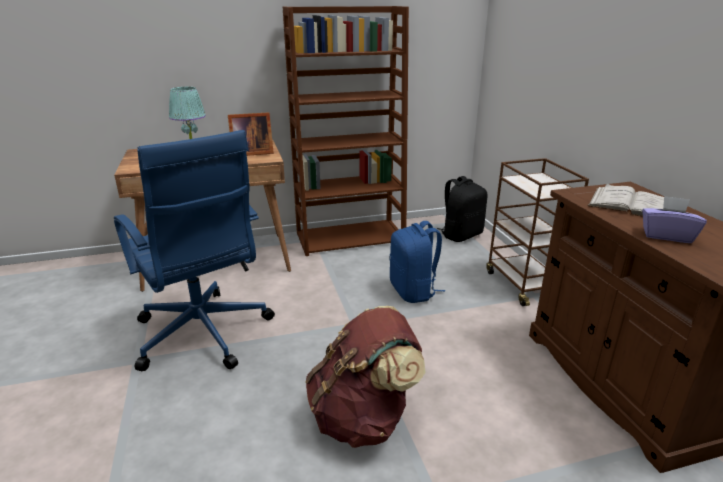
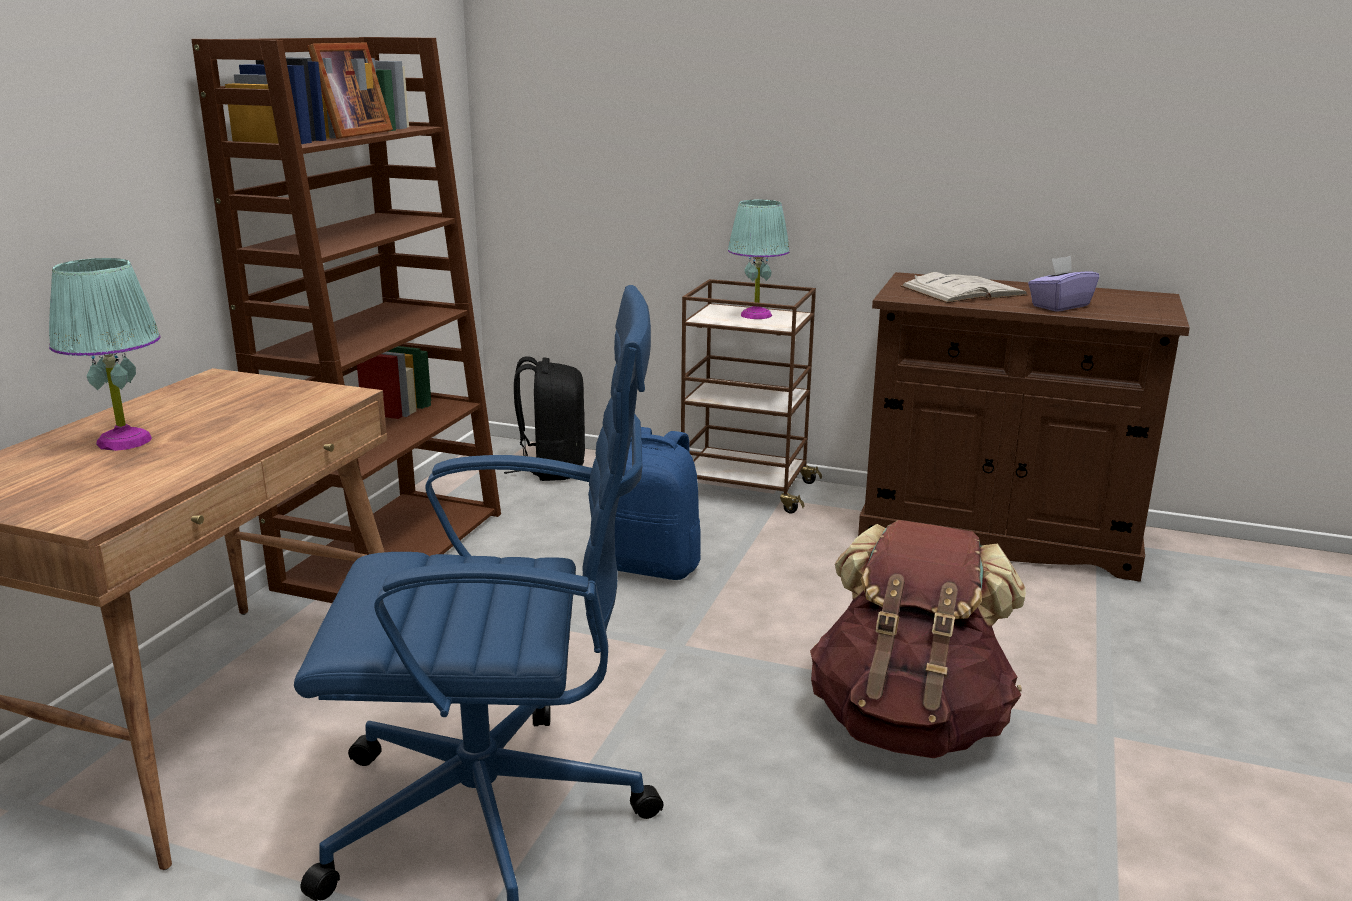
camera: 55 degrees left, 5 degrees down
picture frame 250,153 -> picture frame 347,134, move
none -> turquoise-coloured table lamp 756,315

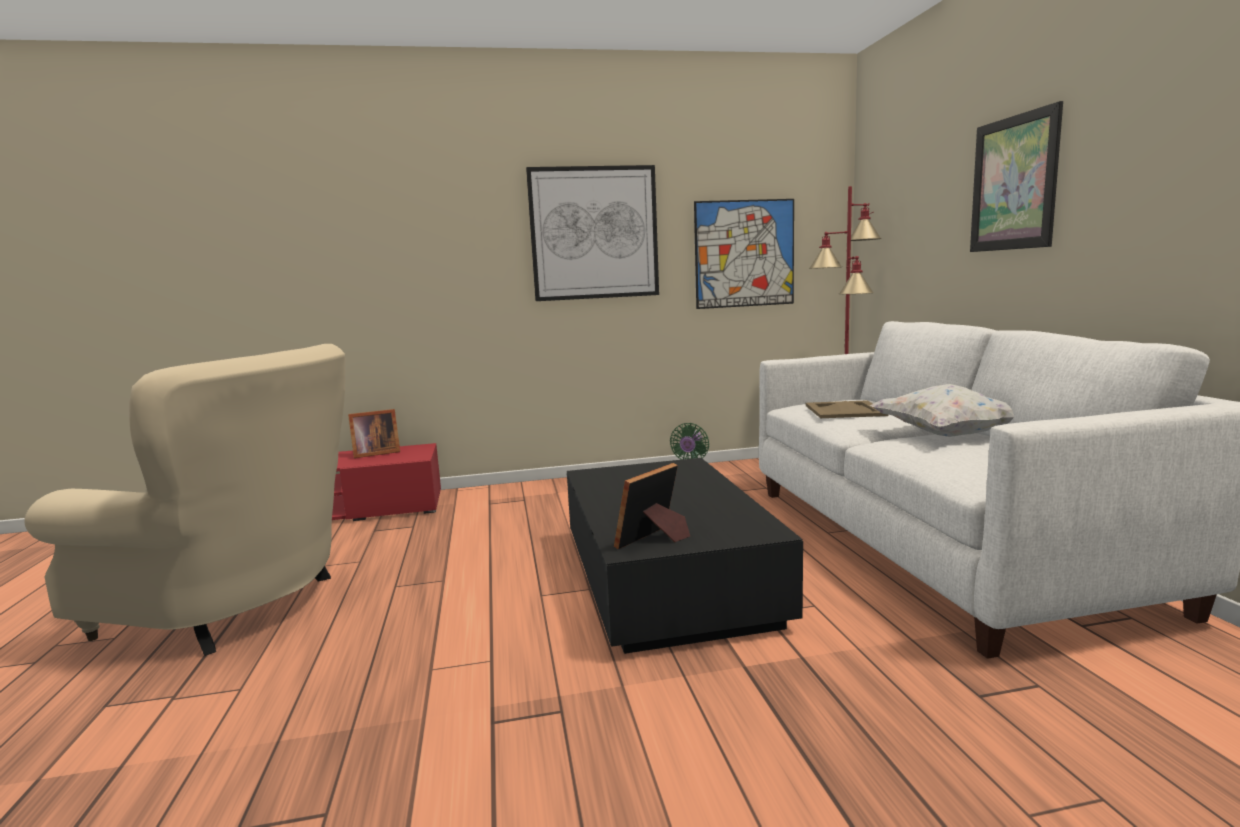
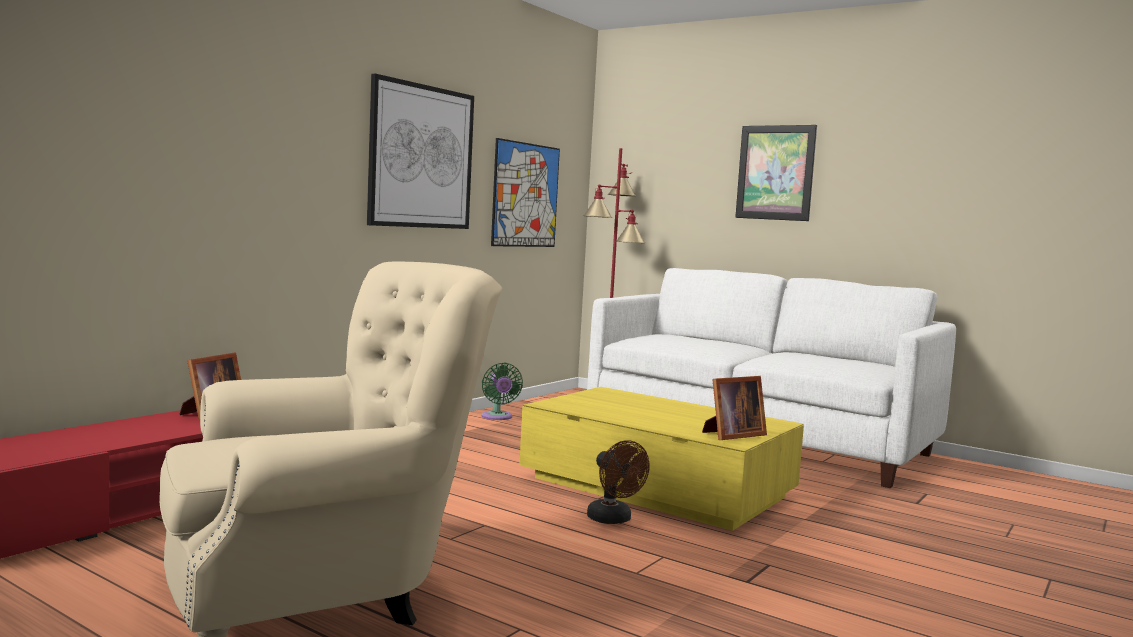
camera: 45 degrees left, 5 degrees down
black lounge table 667,579 -> yellow-coloured lounge table 657,488
none -> brownish fan 613,520
picture frame 654,540 -> picture frame 732,435, 120 degrees counterclockwise
beige carrying tray 845,410 -> none
whitish throw pillow 945,435 -> none

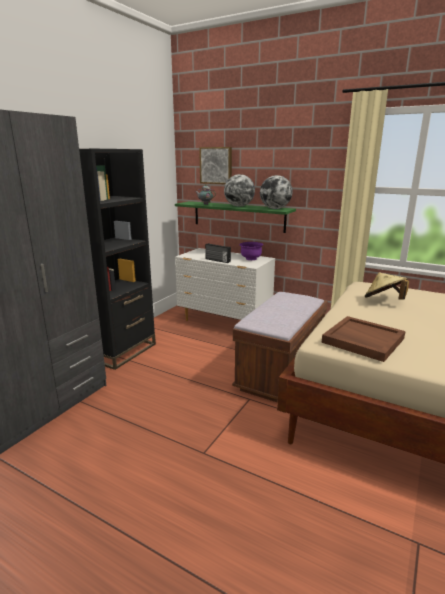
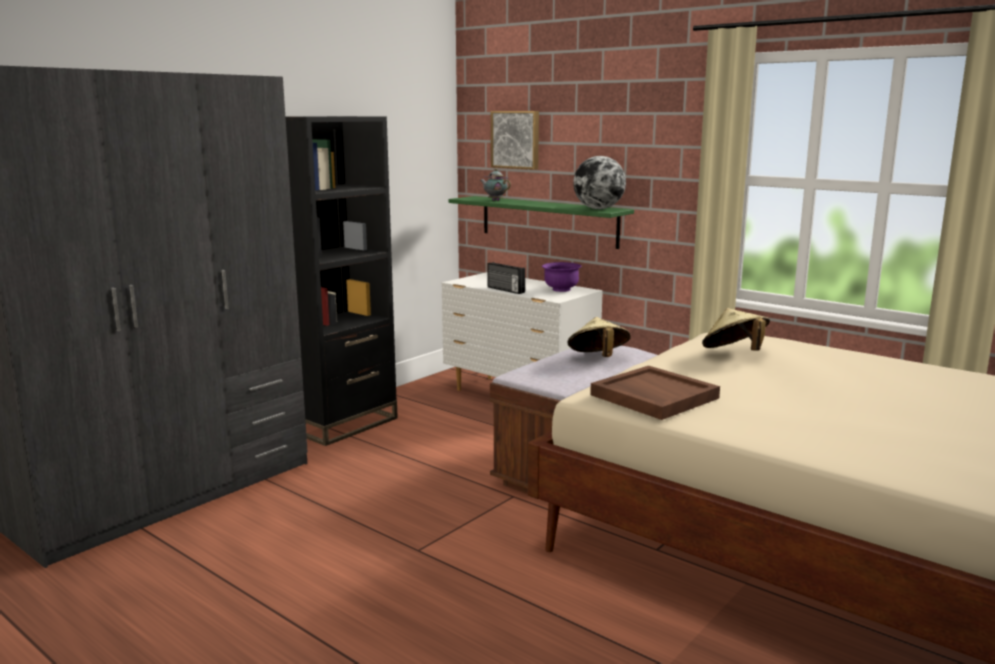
camera: 10 degrees right, 5 degrees down
none -> beige clothing hat 598,358
world globe 239,206 -> none

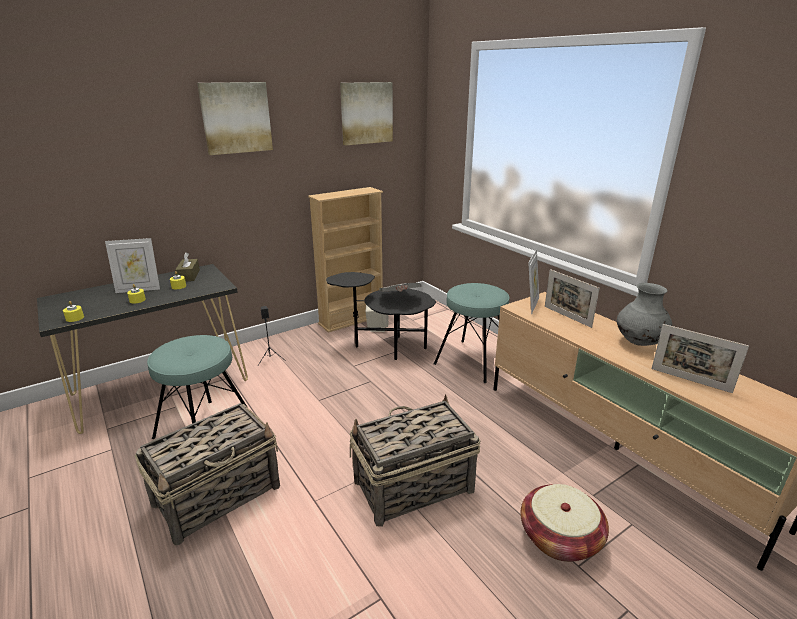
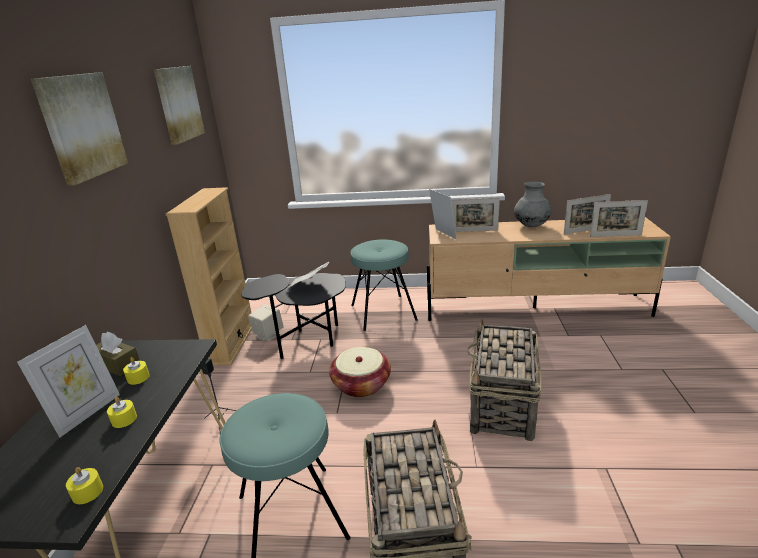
camera: 50 degrees left, 0 degrees up
household basket 560,537 -> household basket 361,384, move
none -> picture frame 615,235

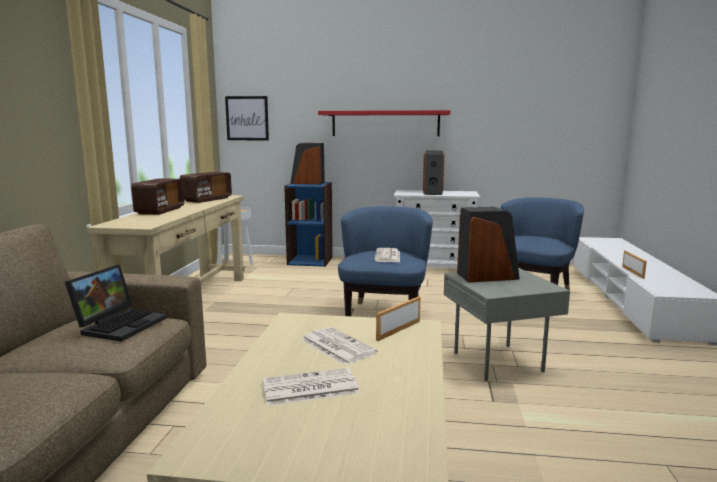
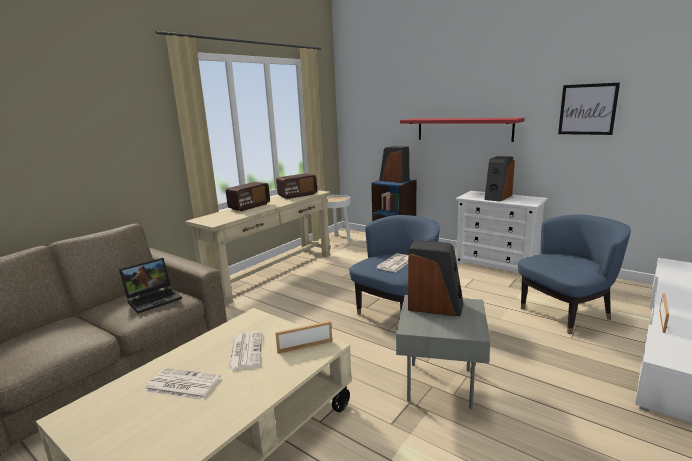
camera: 30 degrees right, 5 degrees up
wall picture 247,118 -> wall picture 587,109, move

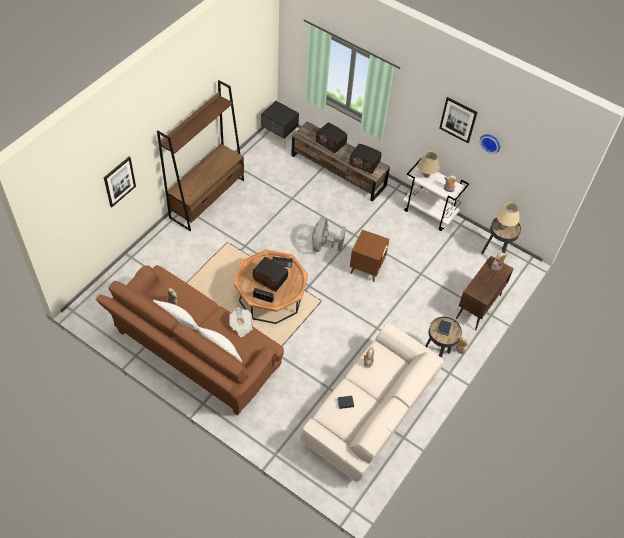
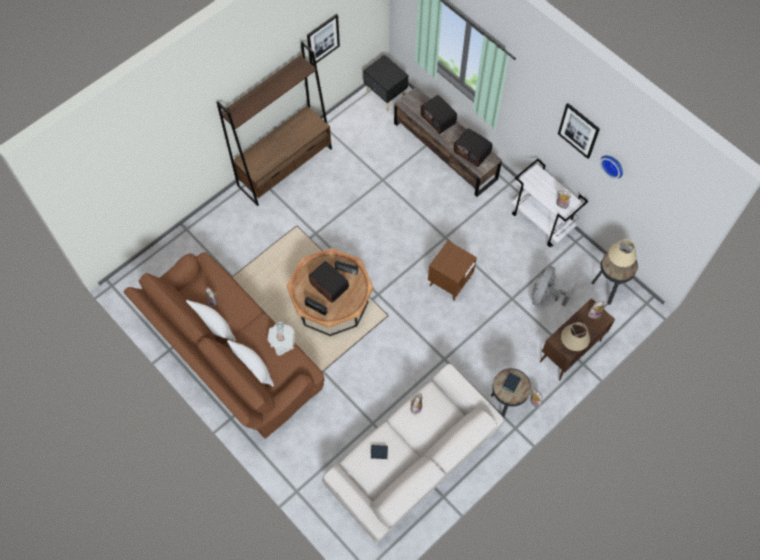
camera: 15 degrees right, 10 degrees up
wall picture 119,181 -> wall picture 323,39, move
grey fan 323,245 -> grey fan 546,295, move
beige table lamp 426,175 -> beige table lamp 572,344, move

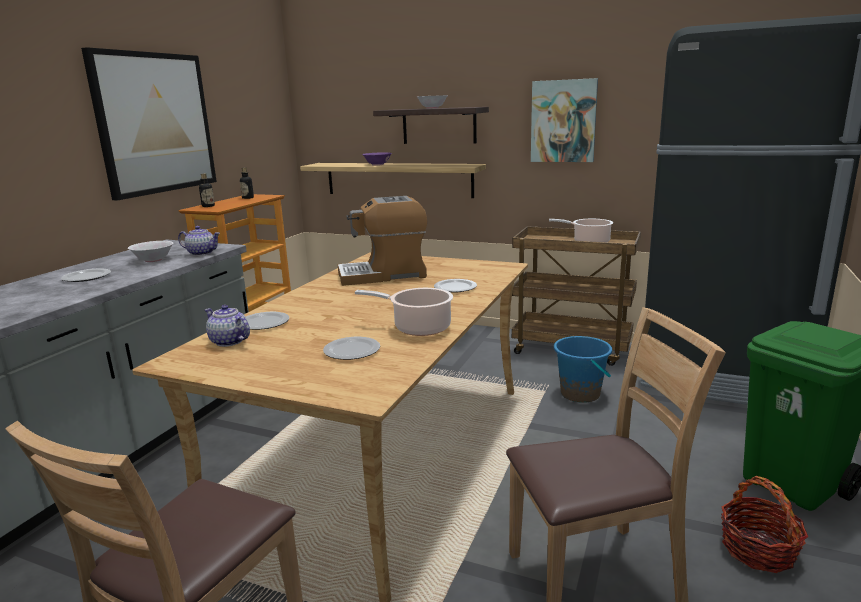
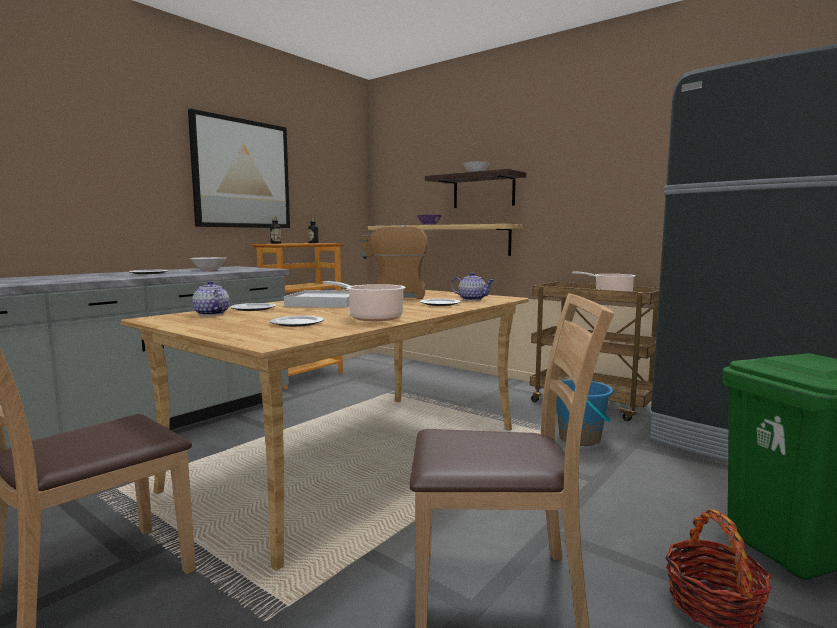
camera: 15 degrees right, 10 degrees down
none -> whitish carrying tray 325,303
teapot 201,253 -> teapot 472,299, move
wall picture 563,121 -> none

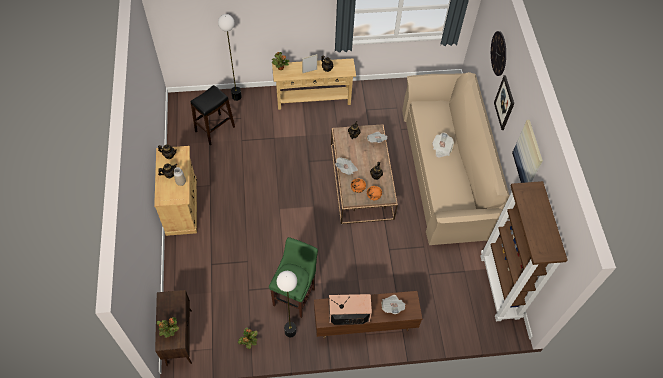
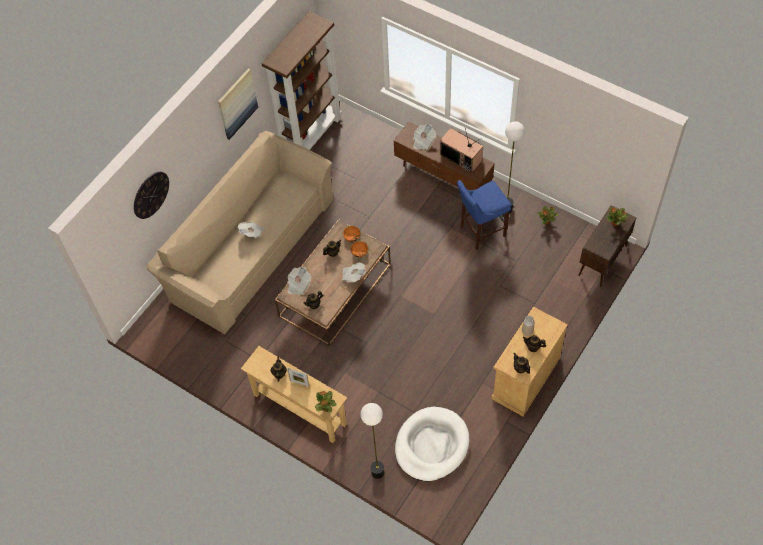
camera: 135 degrees left, 0 degrees up
black sitting stool 215,129 -> whitish dog bed 431,445
green-coloured sitting stool 295,295 -> blue sitting stool 480,232
wall picture 504,103 -> none

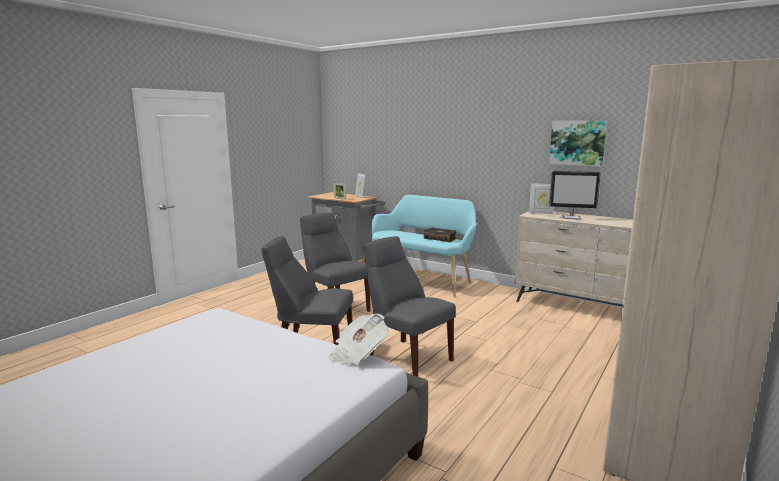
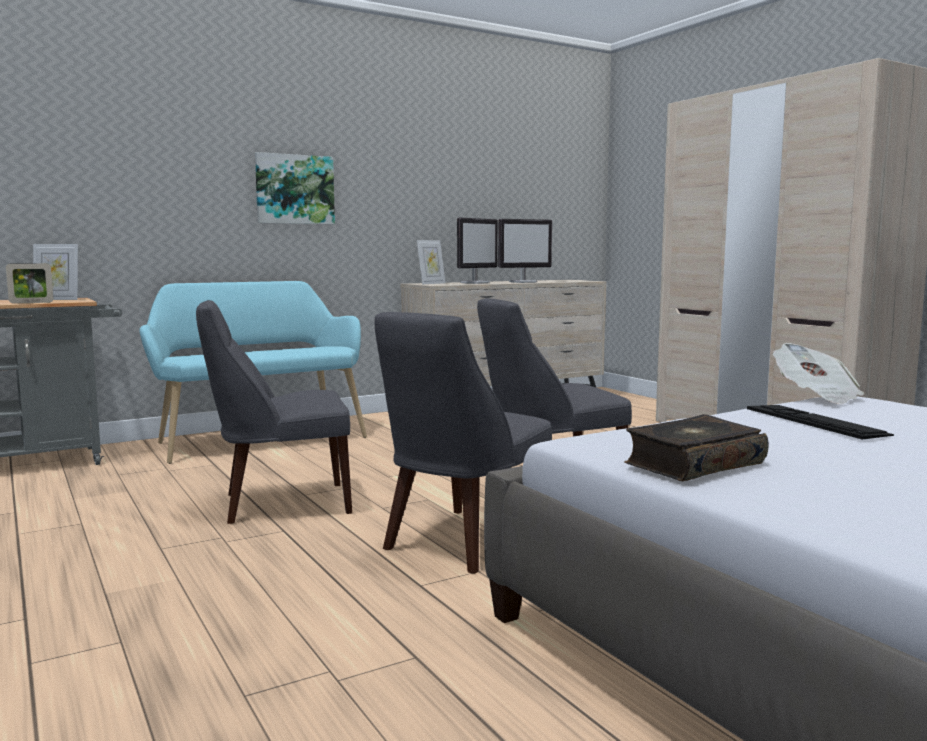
camera: 65 degrees left, 5 degrees down
wall picture 577,142 -> wall picture 294,189, move
none -> computer display 523,282
book 440,239 -> book 693,464, move
none -> PC keyboard 814,421

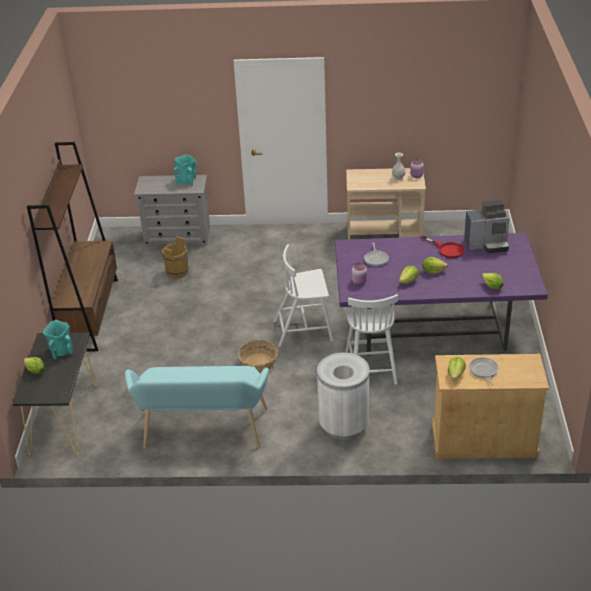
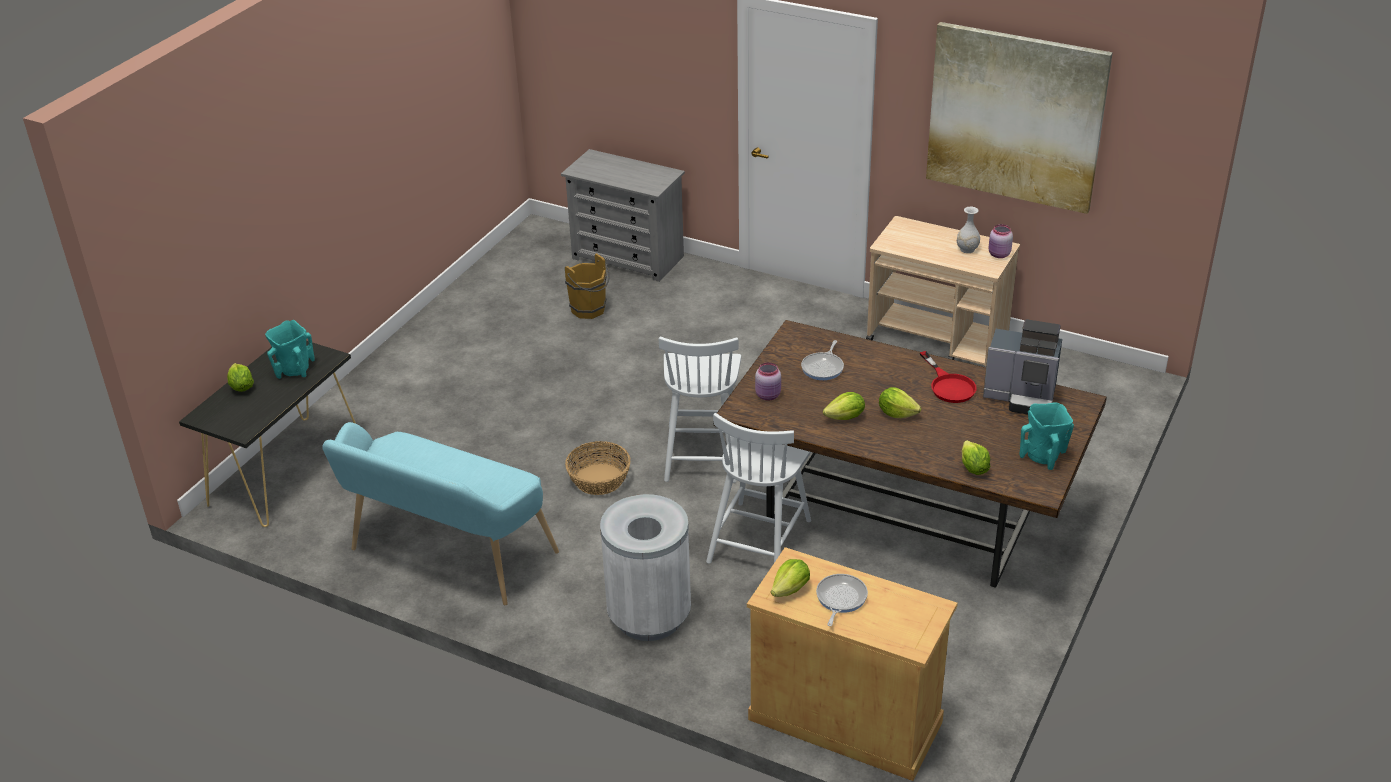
camera: 25 degrees right, 0 degrees up
whitish upright chair 304,330 -> whitish upright chair 702,452, 105 degrees counterclockwise
purplish kitchen table 434,328 -> brownish kitchen table 903,512
none -> wall picture 1015,117
turquoise-coloured flower vase 187,181 -> turquoise-coloured flower vase 1044,456, move
brownish shelving unit 90,314 -> none

